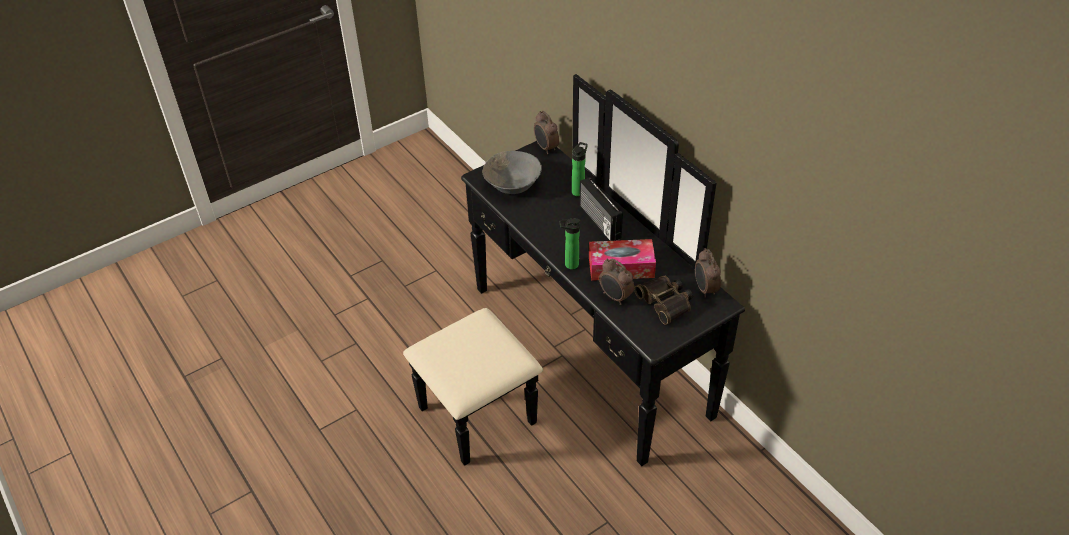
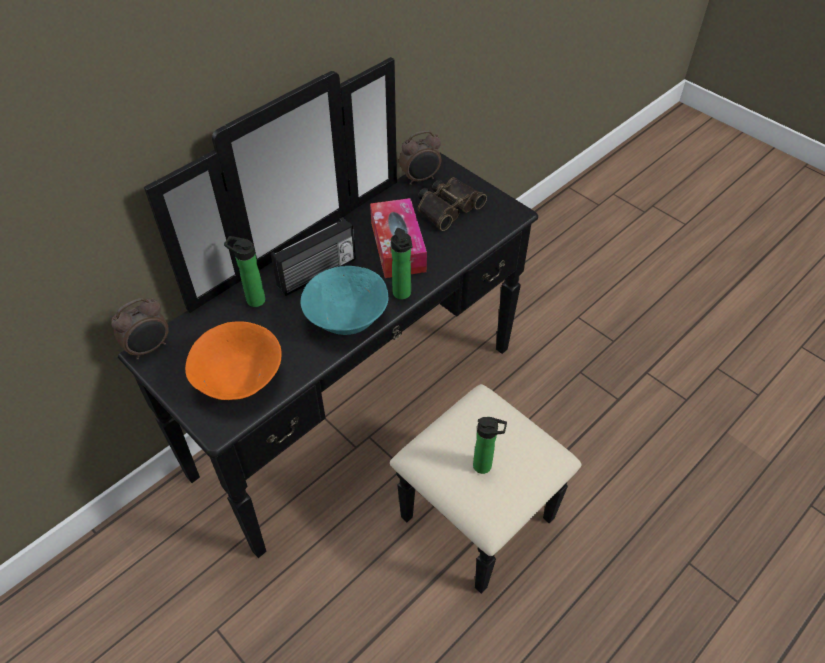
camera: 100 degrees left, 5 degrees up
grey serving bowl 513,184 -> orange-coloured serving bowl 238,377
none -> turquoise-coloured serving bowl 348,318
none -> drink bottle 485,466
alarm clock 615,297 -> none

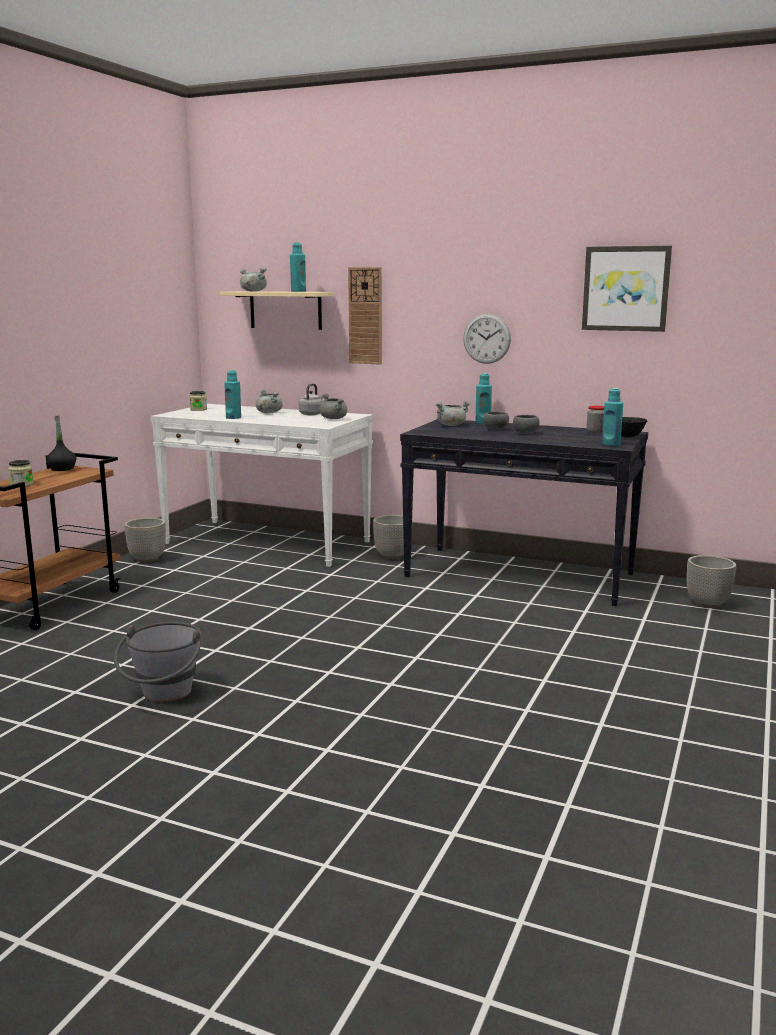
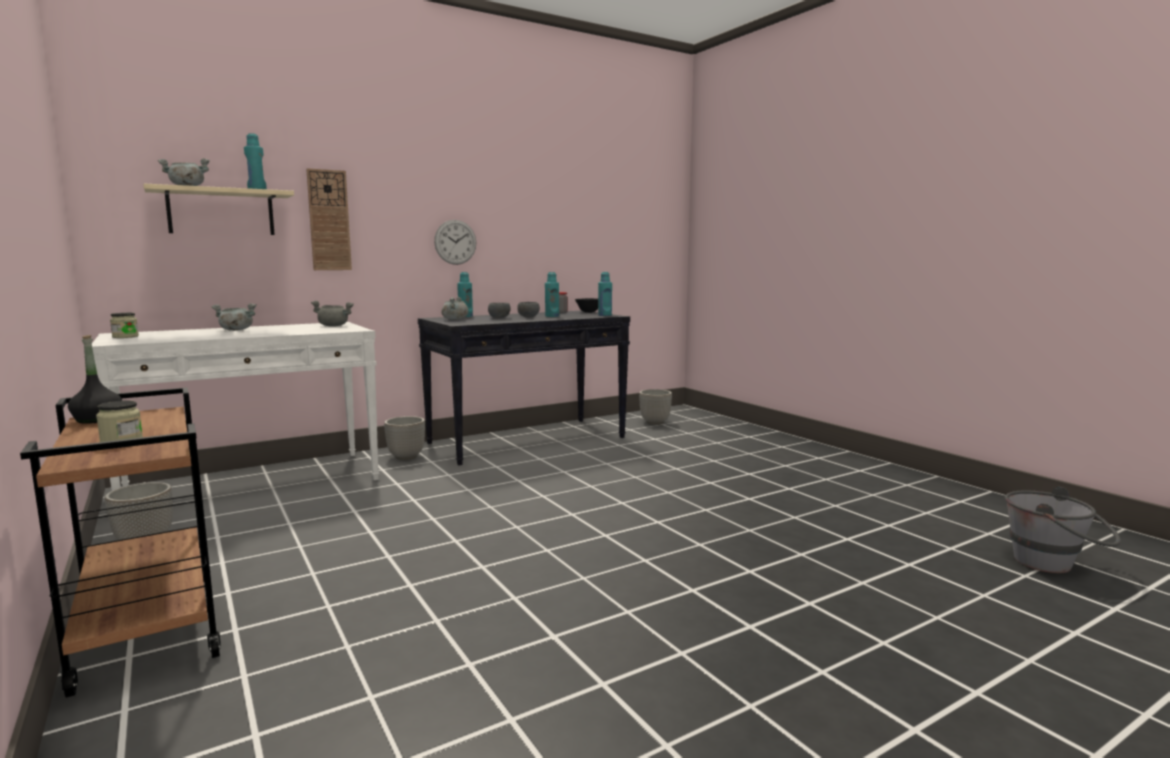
camera: 55 degrees left, 5 degrees down
turquoise-coloured drink bottle 233,418 -> turquoise-coloured drink bottle 552,316, move
grey pail 164,696 -> grey pail 1055,565, move
grey water kettle 312,414 -> none
wall picture 626,288 -> none

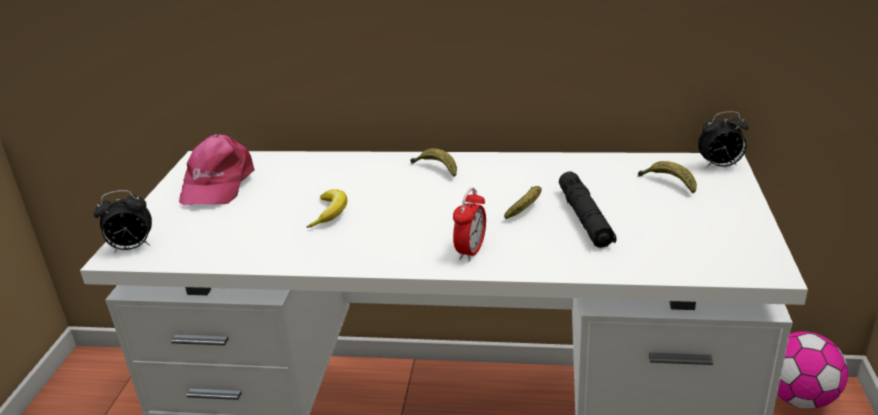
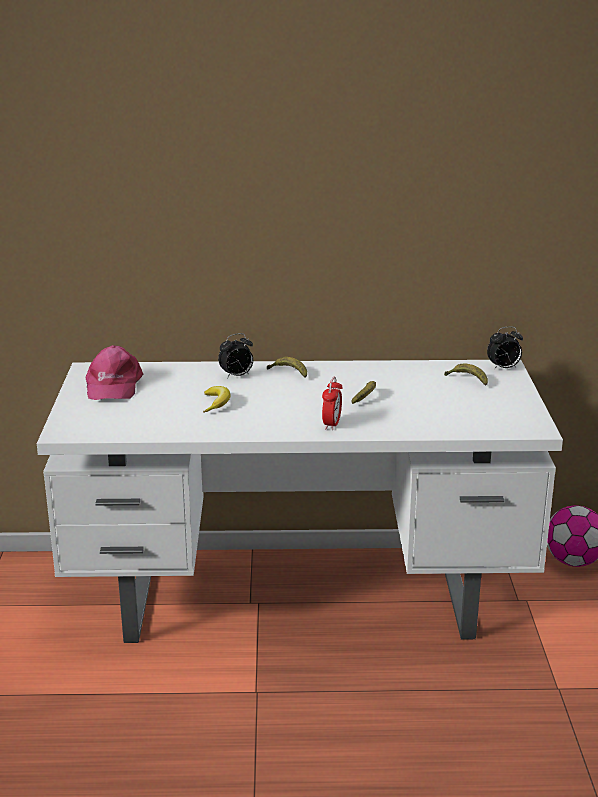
camera: 10 degrees left, 5 degrees down
alarm clock 131,248 -> alarm clock 236,376, move
black hand torch 585,218 -> none

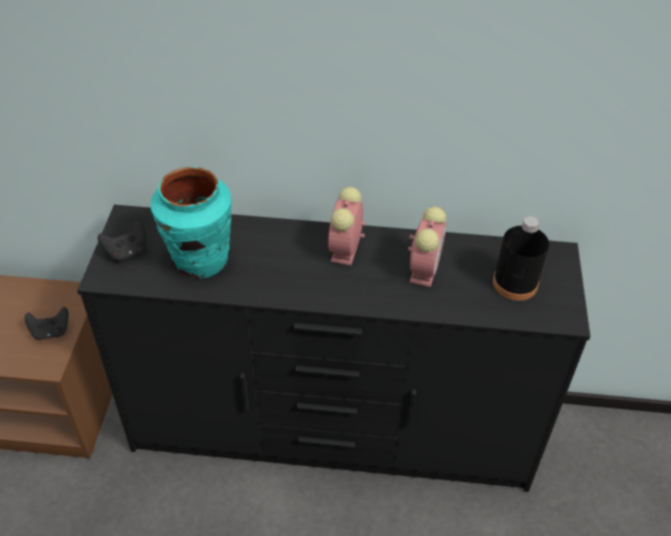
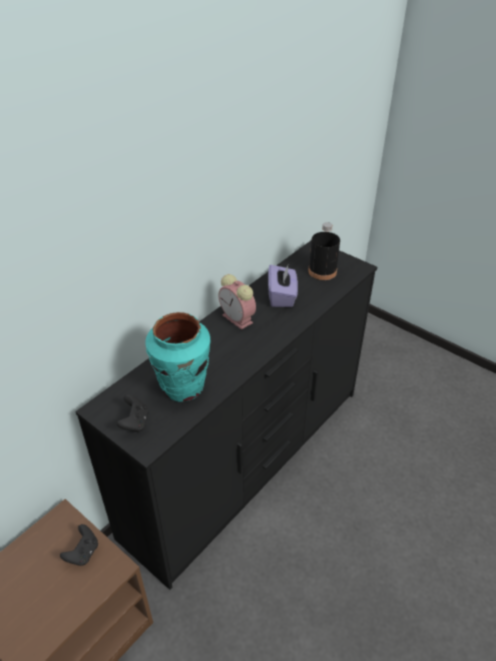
camera: 55 degrees left, 5 degrees down
alarm clock 424,268 -> purplish box of tissues 282,296

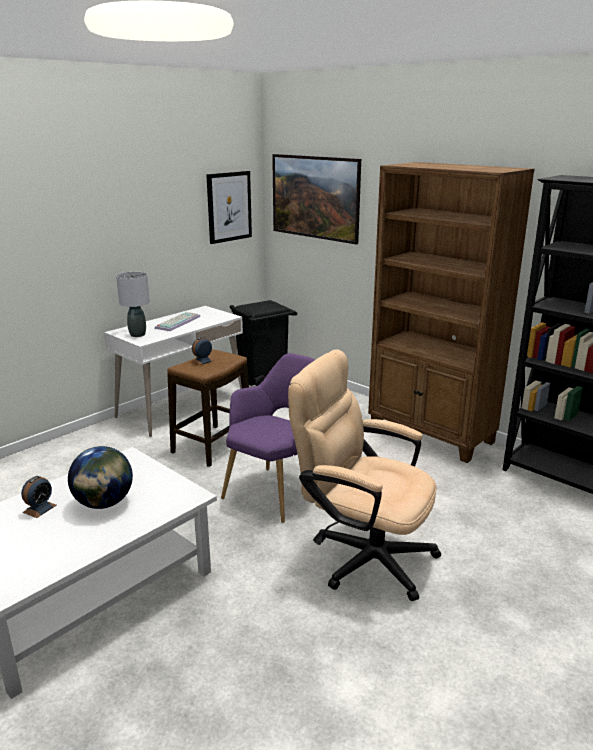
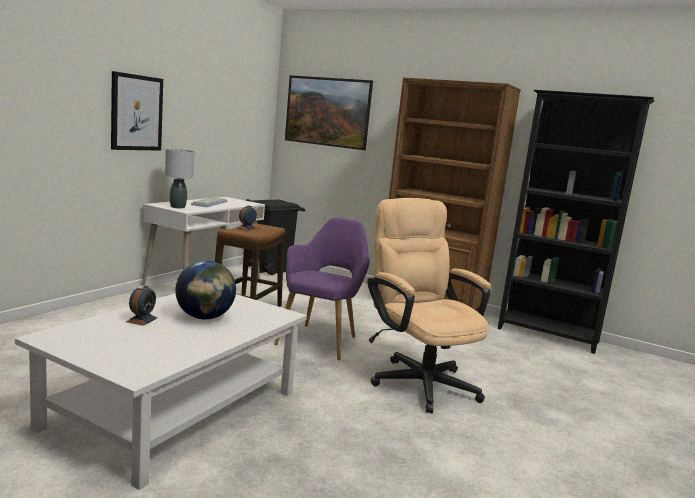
camera: 15 degrees left, 10 degrees down
wall picture 229,206 -> wall picture 136,113, move
beige office chair 362,555 -> beige office chair 418,380, 45 degrees clockwise

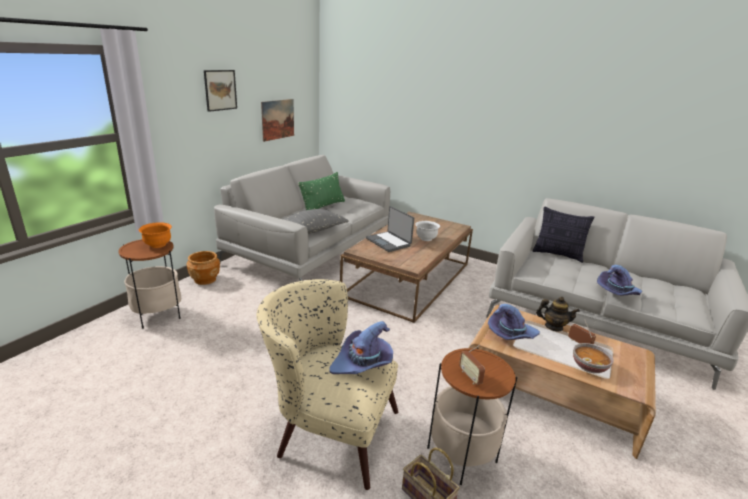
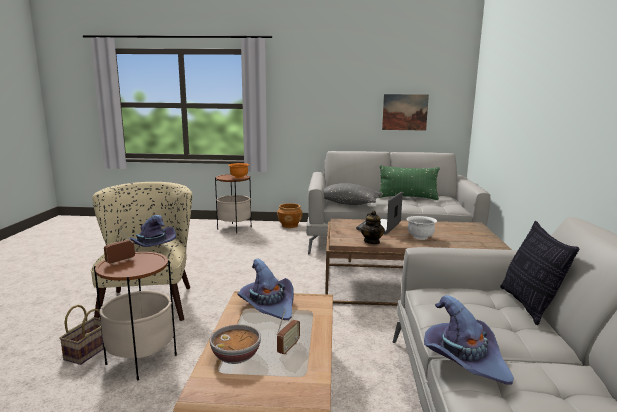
camera: 65 degrees right, 10 degrees down
teapot 553,327 -> teapot 372,241, move
wall picture 220,90 -> none

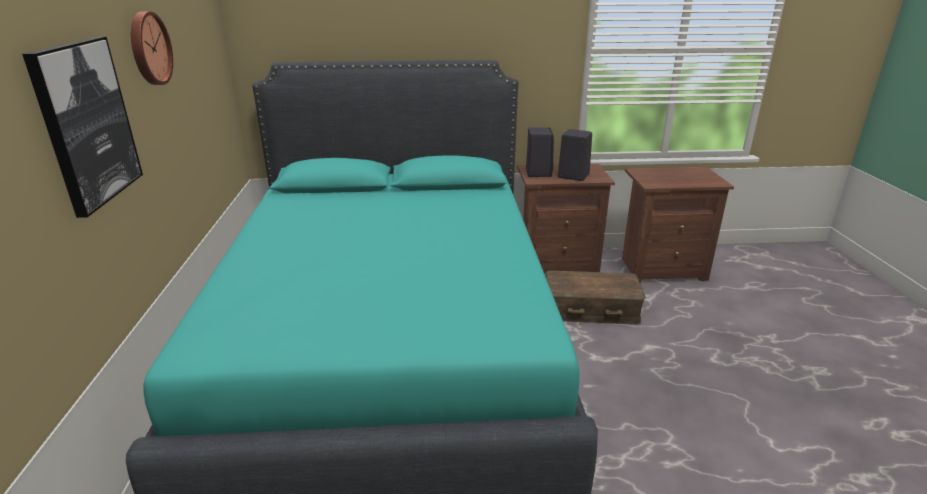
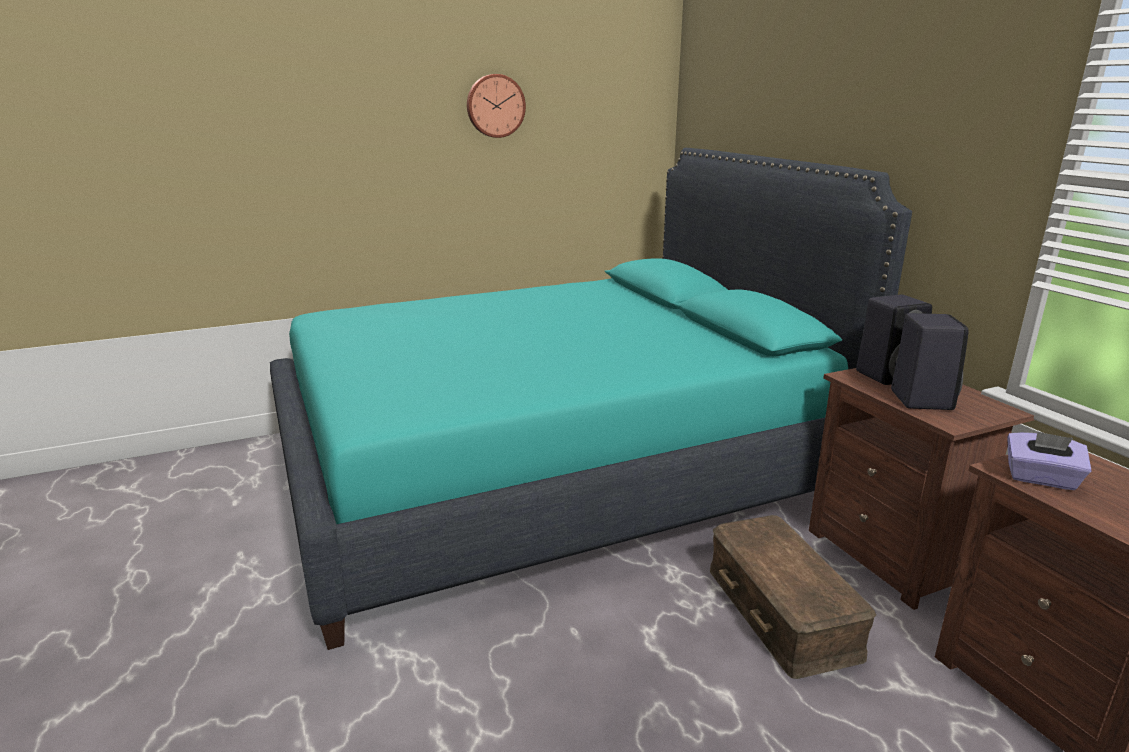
camera: 70 degrees right, 5 degrees down
none -> purplish box of tissues 1041,479
wall picture 86,123 -> none

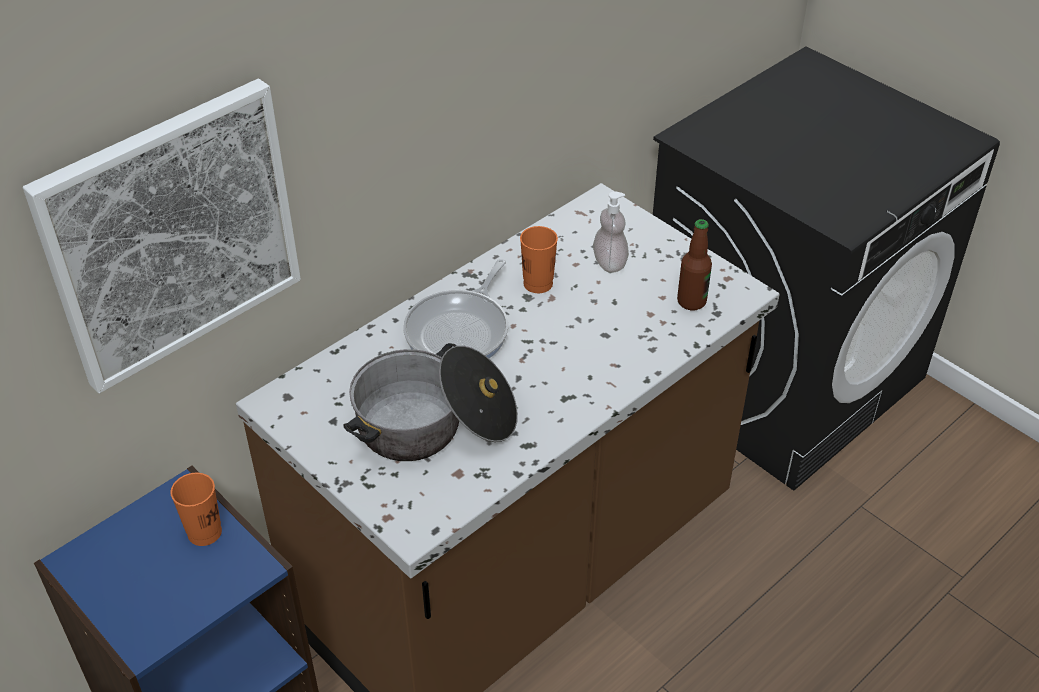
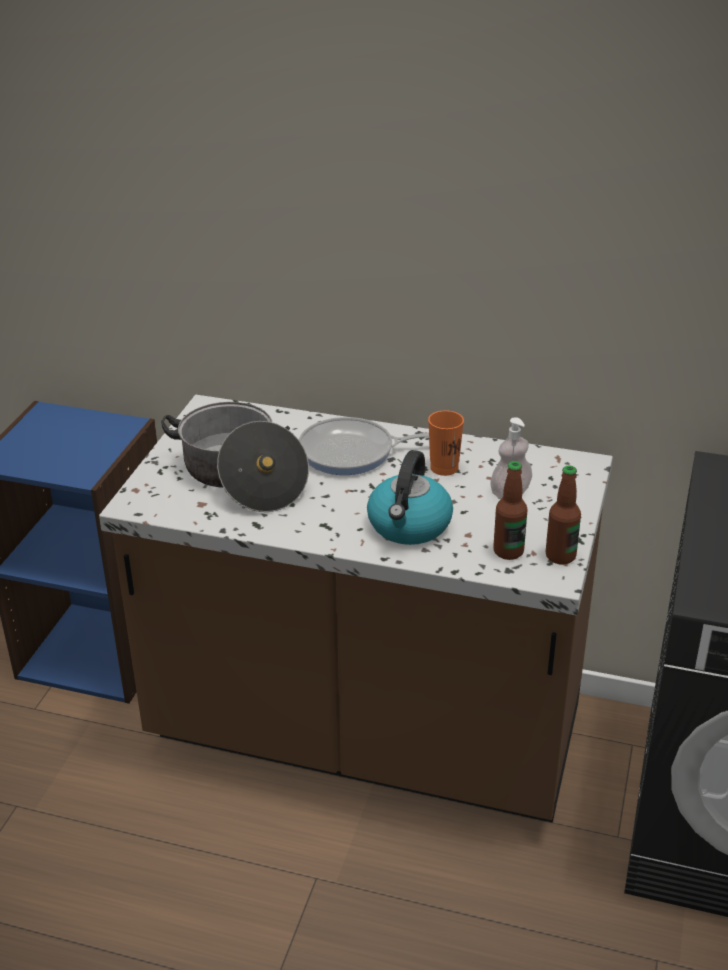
camera: 60 degrees right, 10 degrees down
none -> water kettle 409,526
none -> drink bottle 560,556
wall picture 172,234 -> none
orange-coloured drinking cup 204,532 -> none

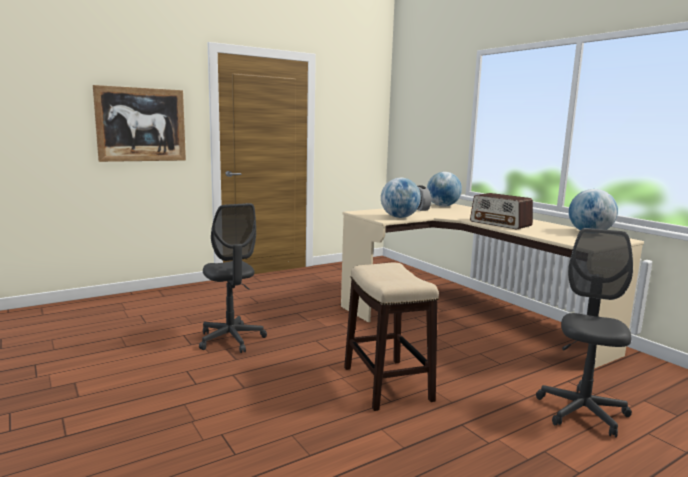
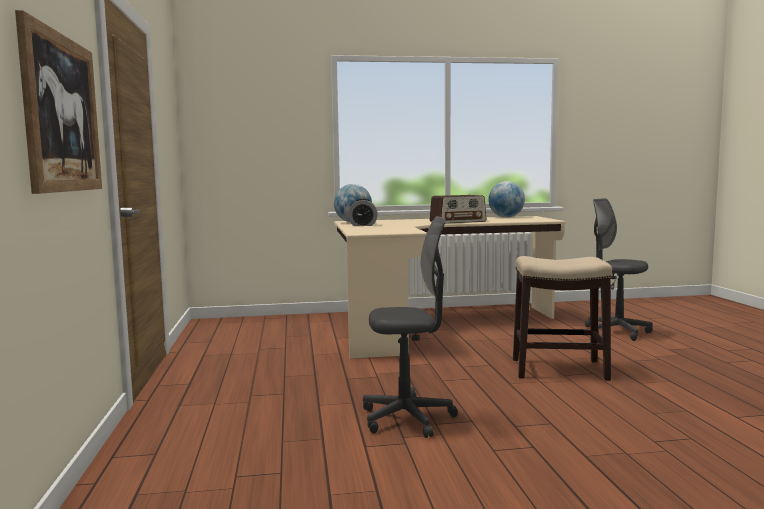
camera: 65 degrees left, 5 degrees down
world globe 399,217 -> none

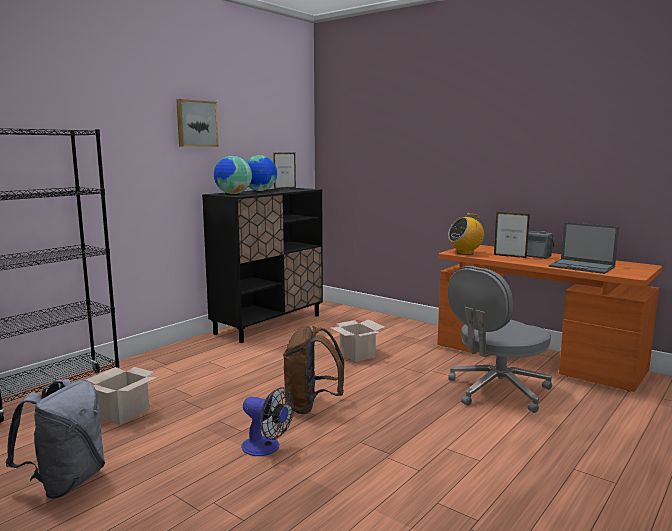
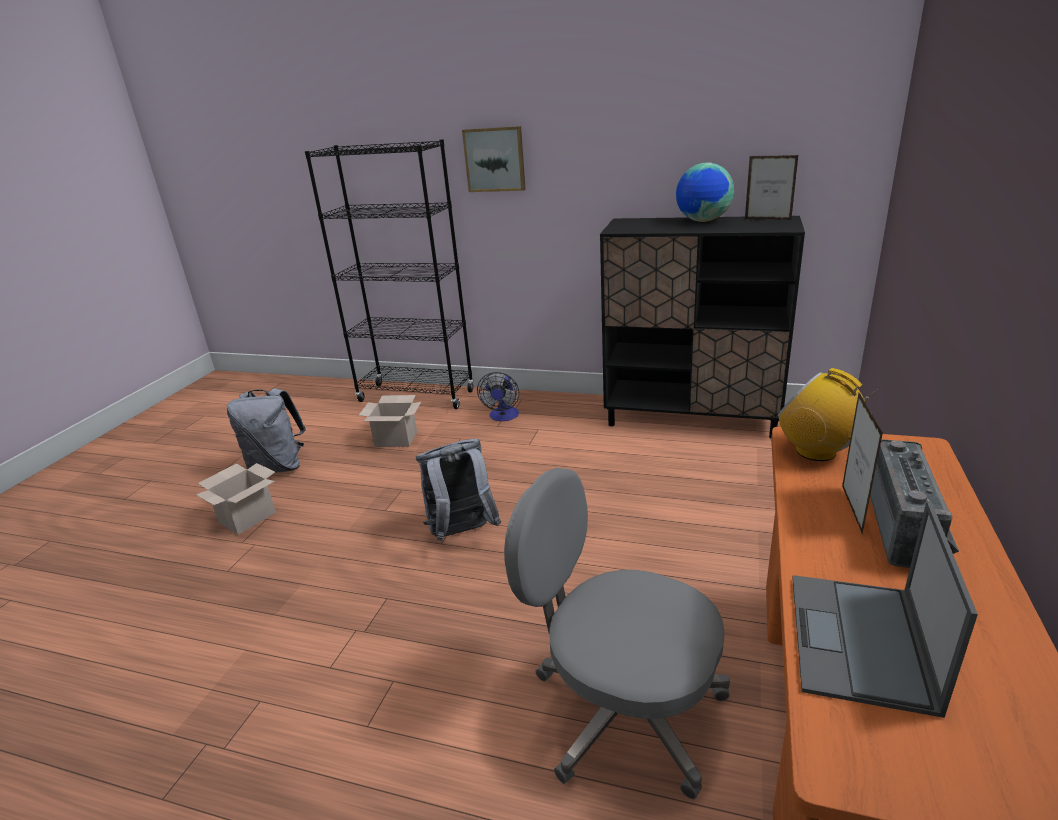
camera: 70 degrees right, 15 degrees up
cardboard box 356,355 -> cardboard box 248,516, move
brownish backpack 311,406 -> grey backpack 462,534
wall picture 196,123 -> wall picture 495,159, move
fan 266,448 -> fan 503,417, move
world globe 233,194 -> none

